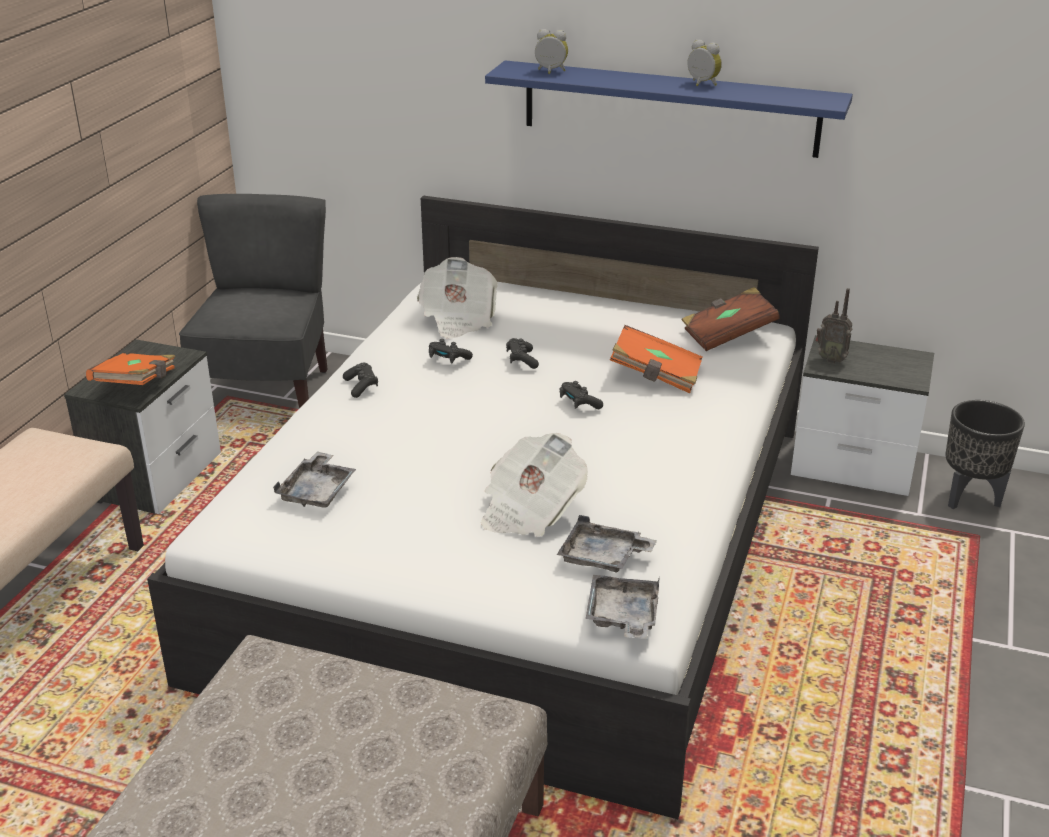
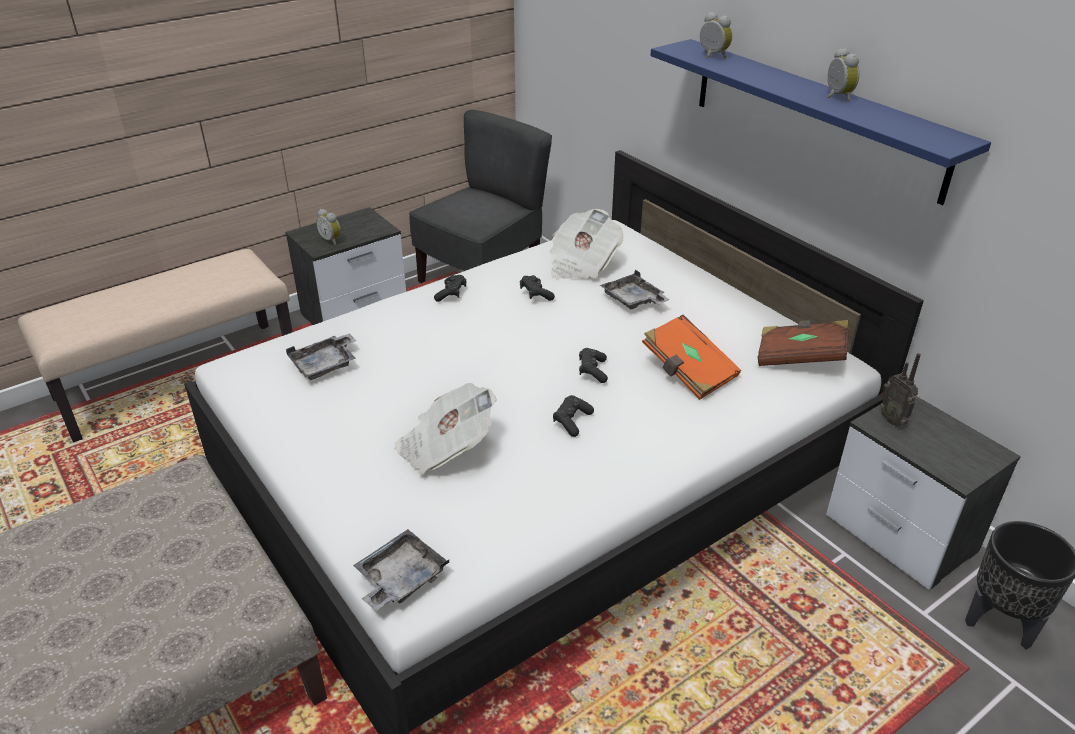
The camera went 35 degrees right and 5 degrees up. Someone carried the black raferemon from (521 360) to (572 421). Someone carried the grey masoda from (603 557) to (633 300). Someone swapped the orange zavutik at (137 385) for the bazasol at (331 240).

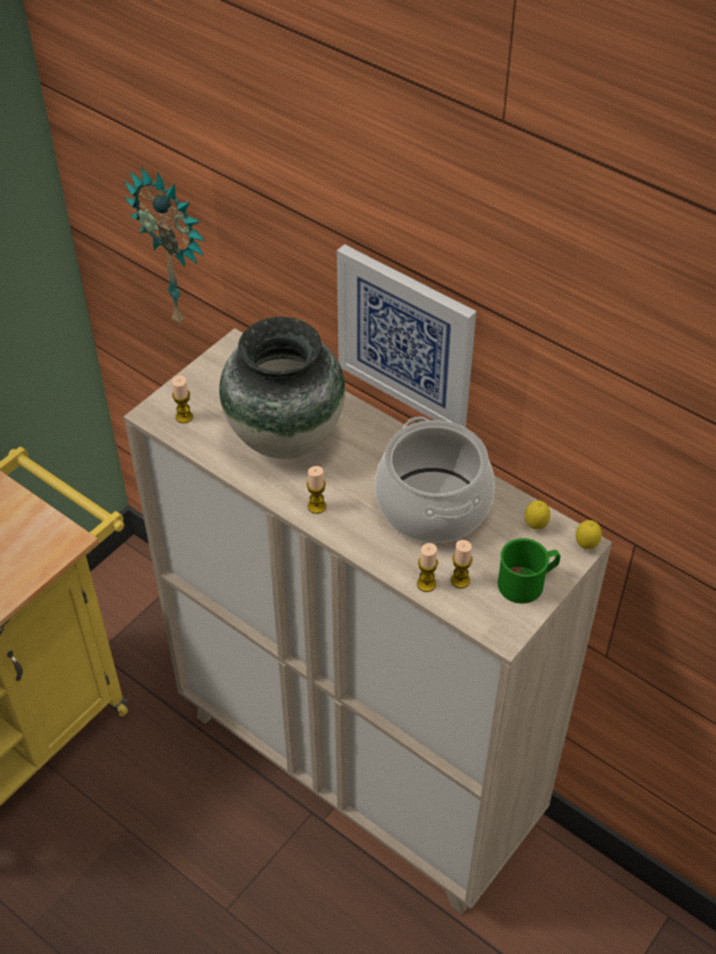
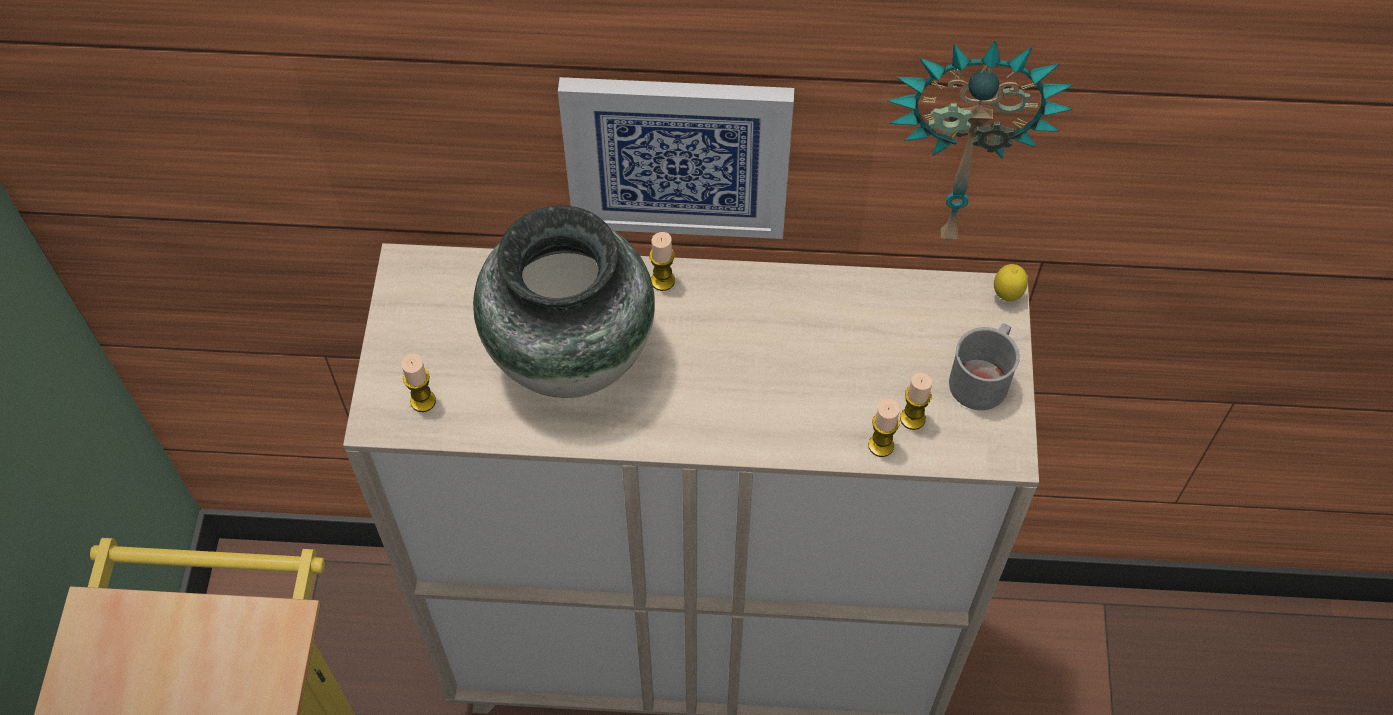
The camera went 35 degrees left and 10 degrees up. Someone took away the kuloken at (432 505). Someone took away the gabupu at (535 526). Someone carried the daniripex from (174 249) to (968 139). Someone carried the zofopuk from (316 506) to (662 280). Someone repainted the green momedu at (527 582), which became the grey momedu at (982 377).

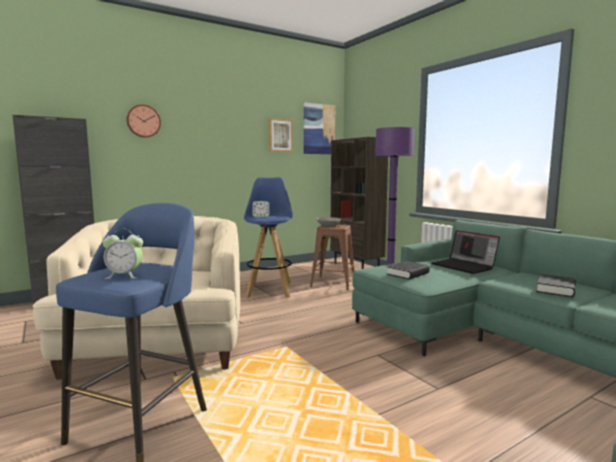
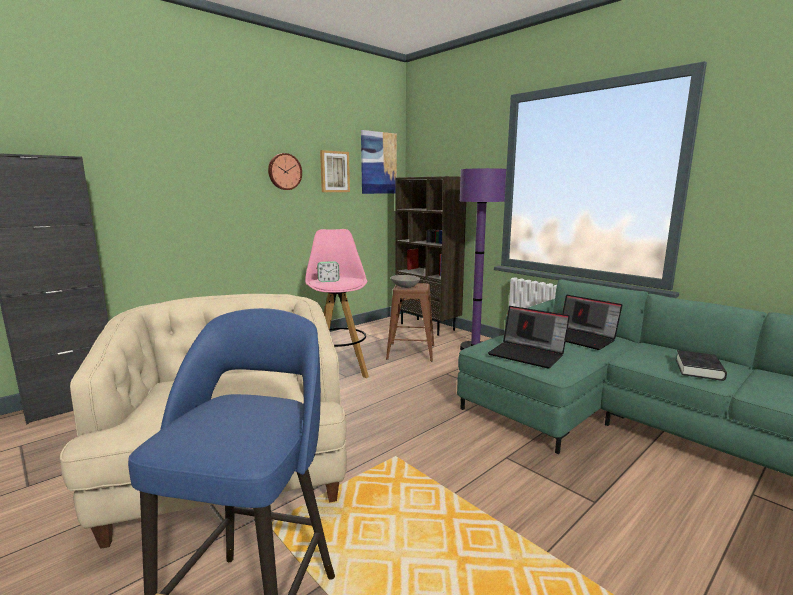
The camera went 10 degrees left and 5 degrees up. Someone took away the bazasol at (124 276). Someone carried the daniripex from (143 121) to (284 171). Someone swapped the black zavutik at (407 274) for the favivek at (528 354). Someone repainted the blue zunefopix at (269 289), which became the pink zunefopix at (339 367).

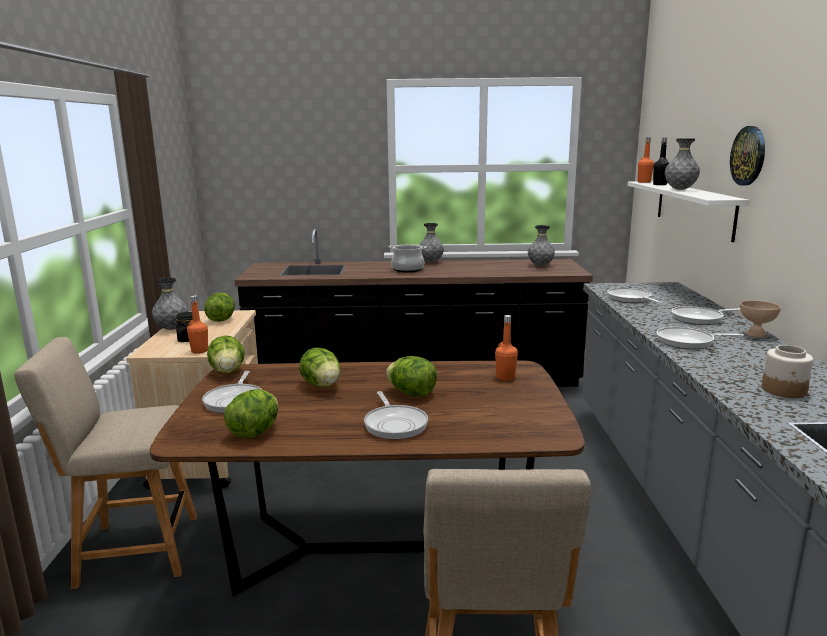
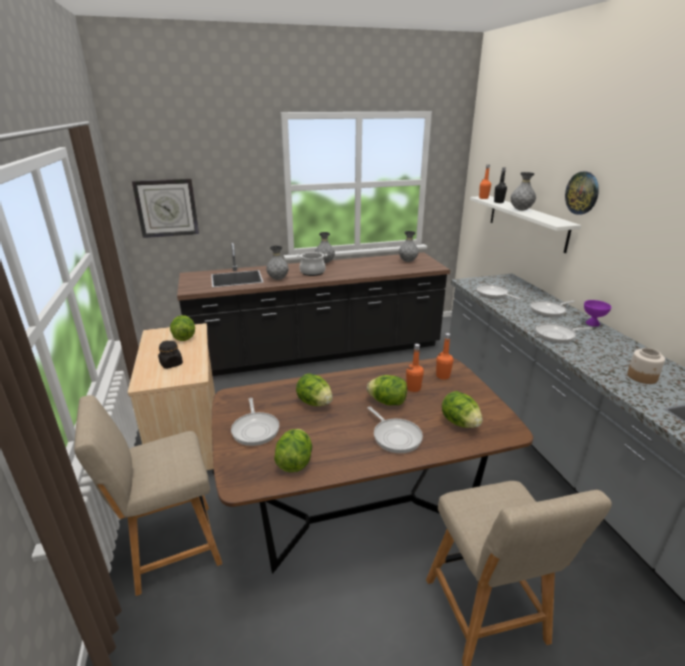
The camera went 15 degrees left and 10 degrees up. Someone put up the daniripex at (167 208). Someone carried the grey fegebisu from (172 329) to (278 279). Someone carried the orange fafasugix from (199 351) to (413 388). Someone carried the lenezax from (227 371) to (460 423). Someone repainted the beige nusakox at (755 335), which became the purple nusakox at (592 324).

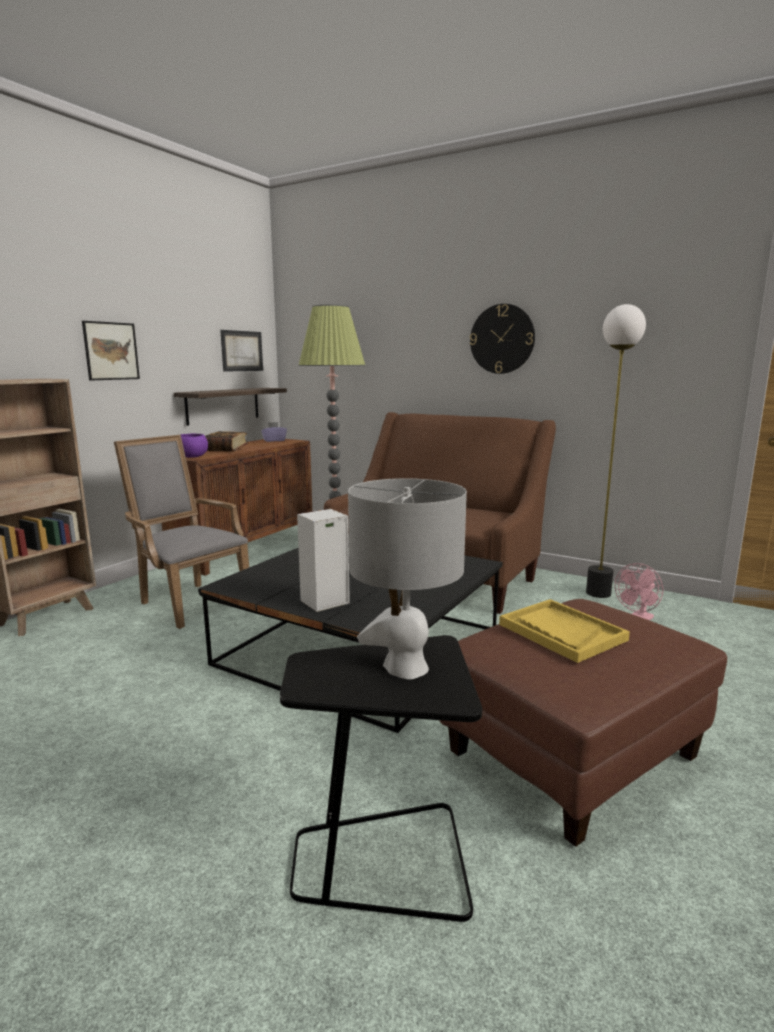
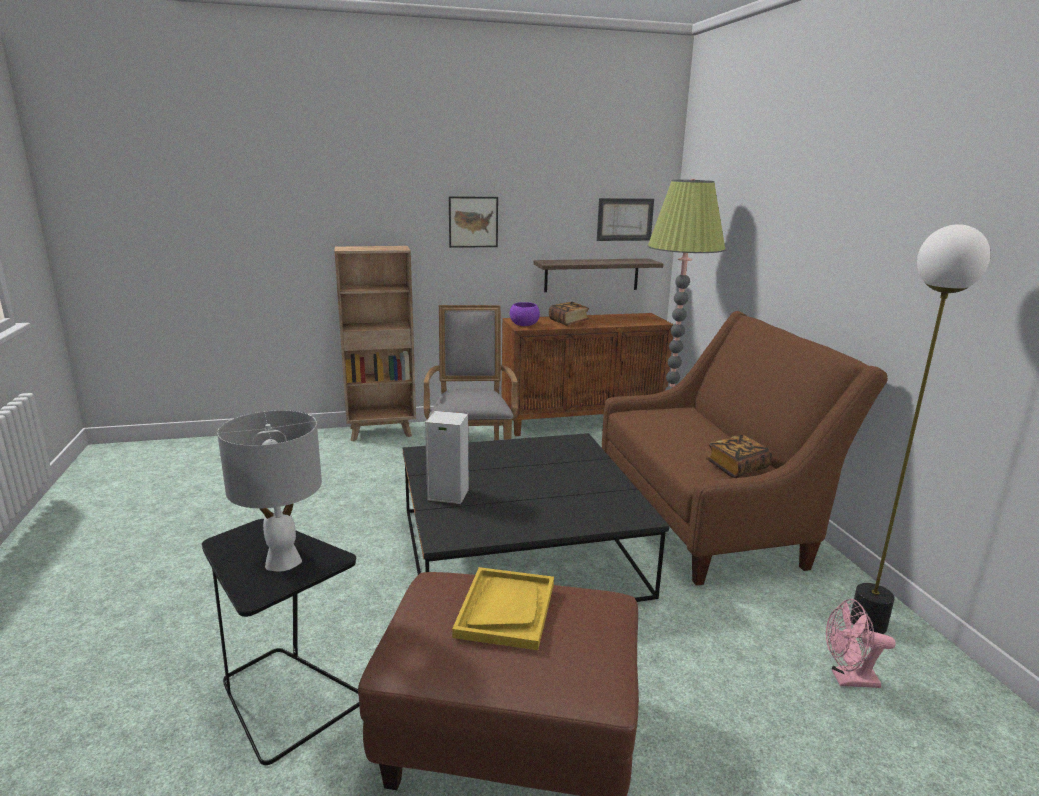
The camera went 45 degrees right and 5 degrees up. Someone took away the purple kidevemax at (274 440). Someone took away the daniripex at (502 339). Someone put down the zavutik at (737 467).

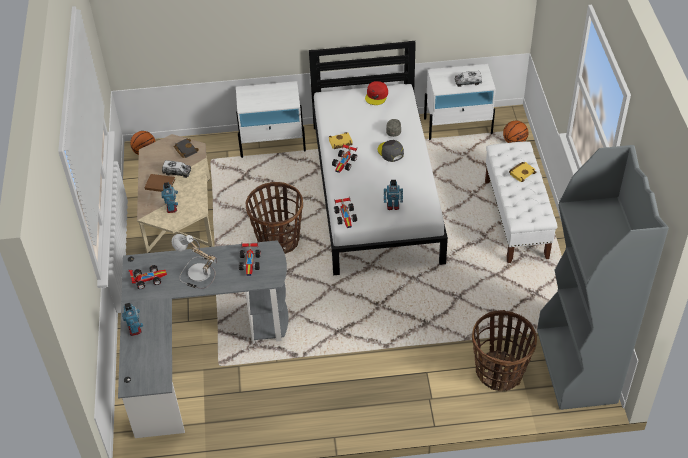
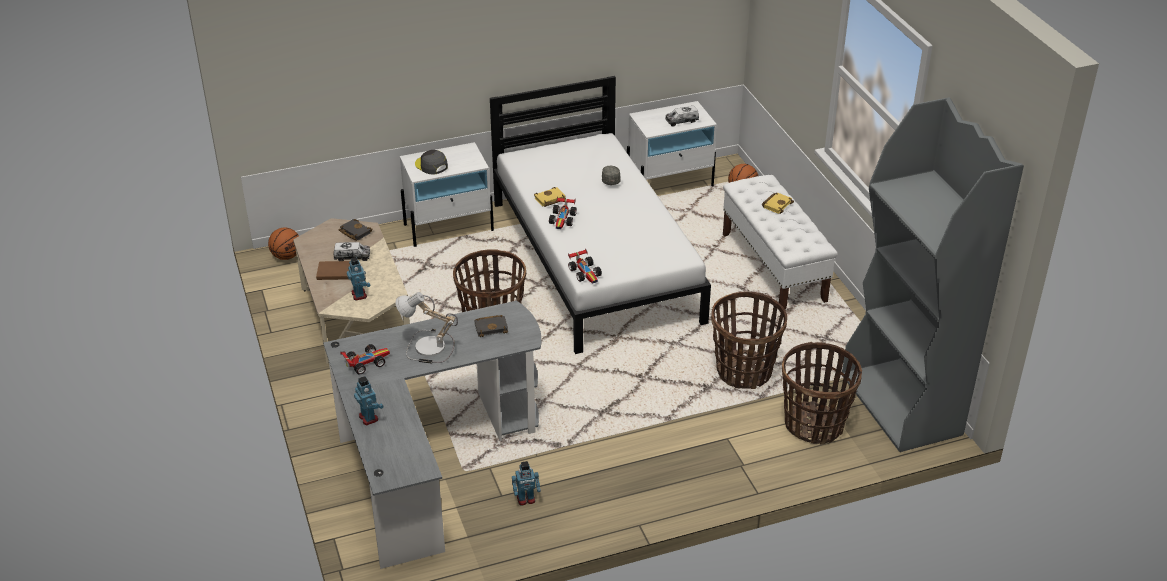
The camera went 15 degrees left and 10 degrees down. Someone took away the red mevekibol at (376 95). Someone put down the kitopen at (744 371). Someone carried the grey mevekibol from (390 152) to (431 165). Someone carried the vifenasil from (393 206) to (526 499). Someone swapped the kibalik at (250 262) for the black zavutik at (492 327).

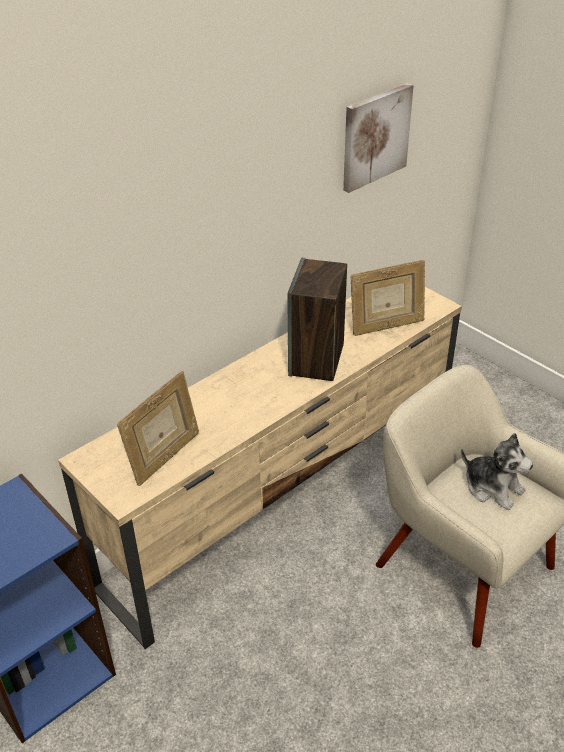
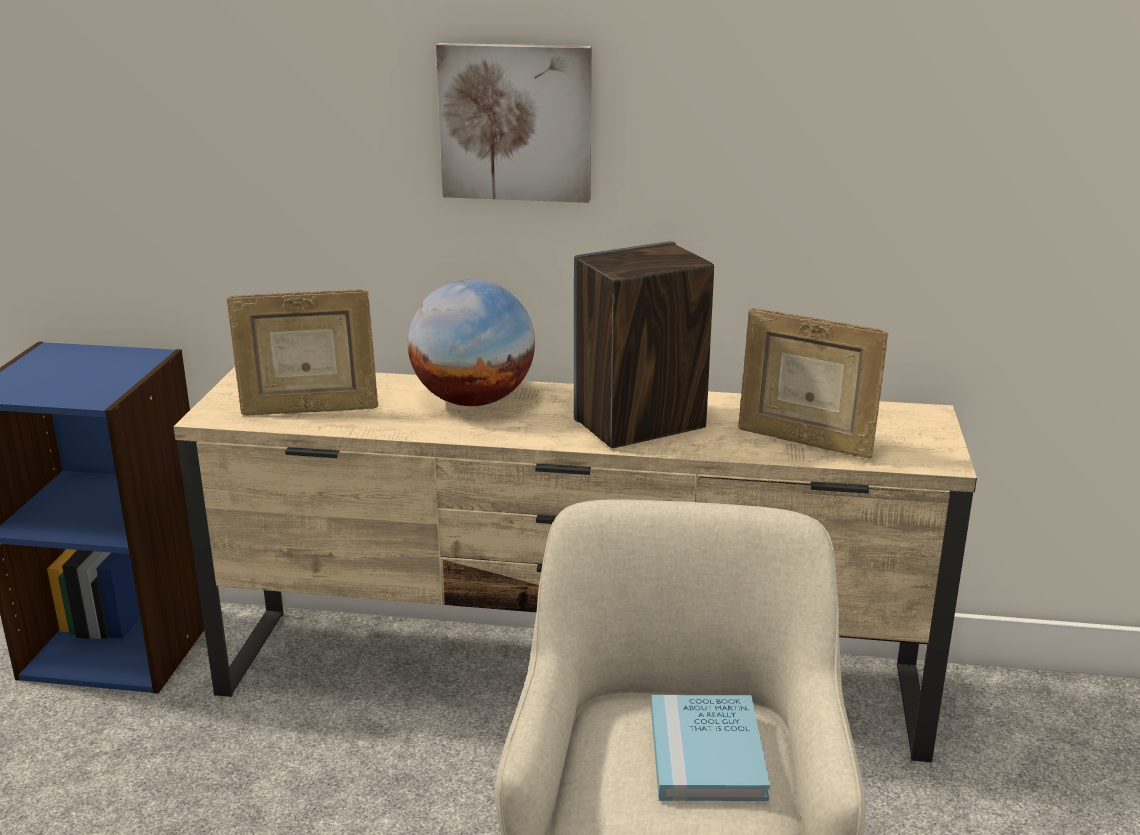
The camera went 50 degrees right and 15 degrees down. Someone put down the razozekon at (473 400). Someone carried the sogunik from (375 136) to (516 122). Someone swapped the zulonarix at (493 488) for the blue zavutik at (706 753).

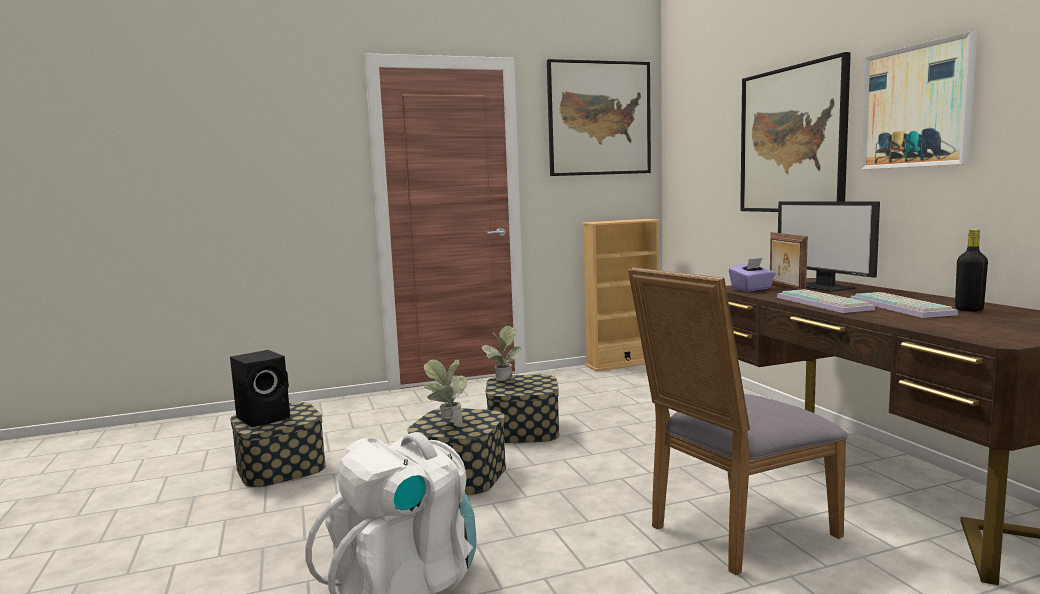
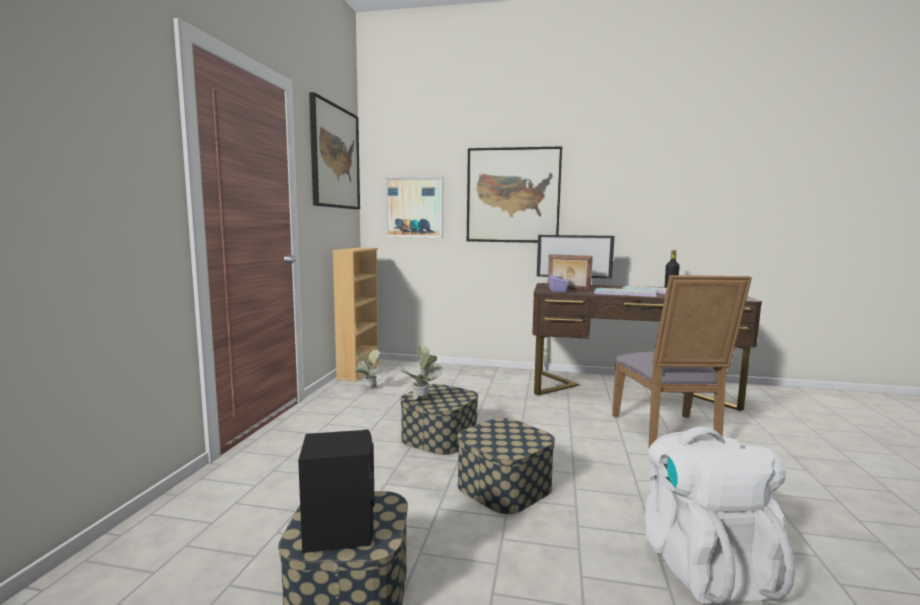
The camera went 60 degrees left and 0 degrees up. Someone carried the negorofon from (447 423) to (368 389). Someone carried the sogunik from (916 107) to (414 207).

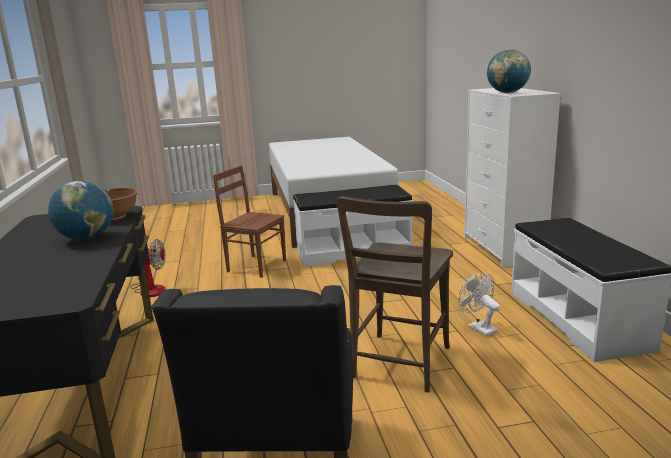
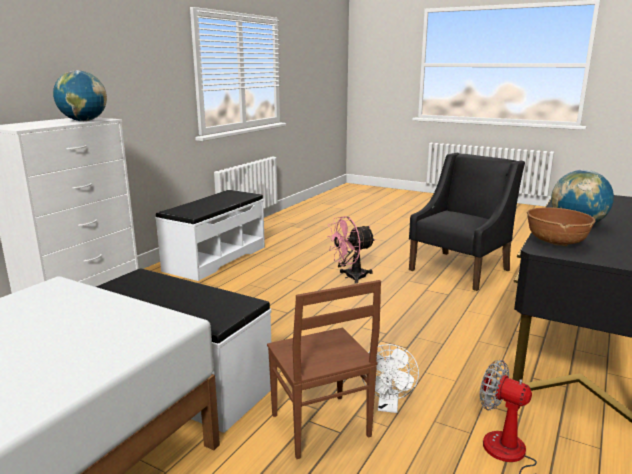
The camera went 140 degrees left and 0 degrees up. Someone carried the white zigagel from (478 328) to (388 406). Someone swapped the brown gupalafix at (399 365) for the pink zigagel at (350 277).

